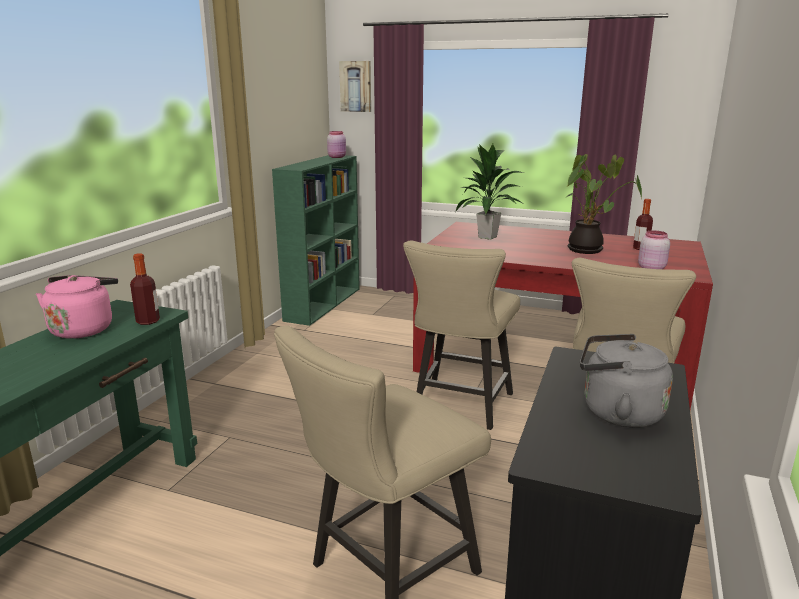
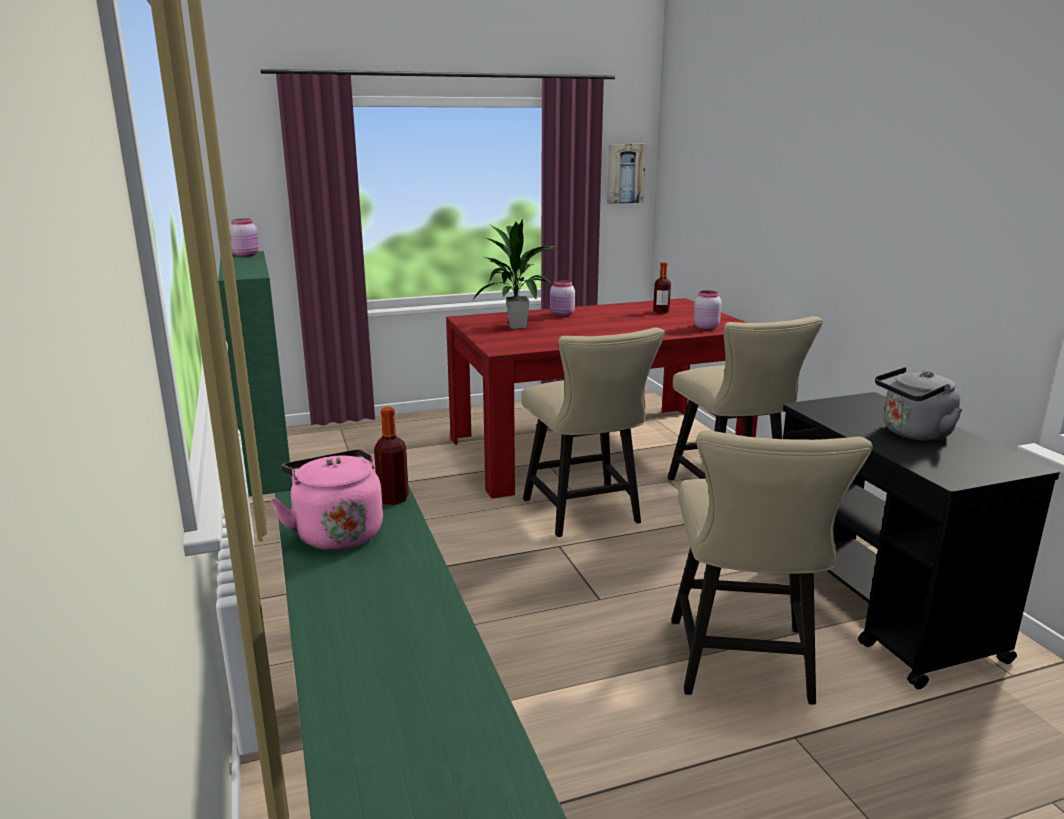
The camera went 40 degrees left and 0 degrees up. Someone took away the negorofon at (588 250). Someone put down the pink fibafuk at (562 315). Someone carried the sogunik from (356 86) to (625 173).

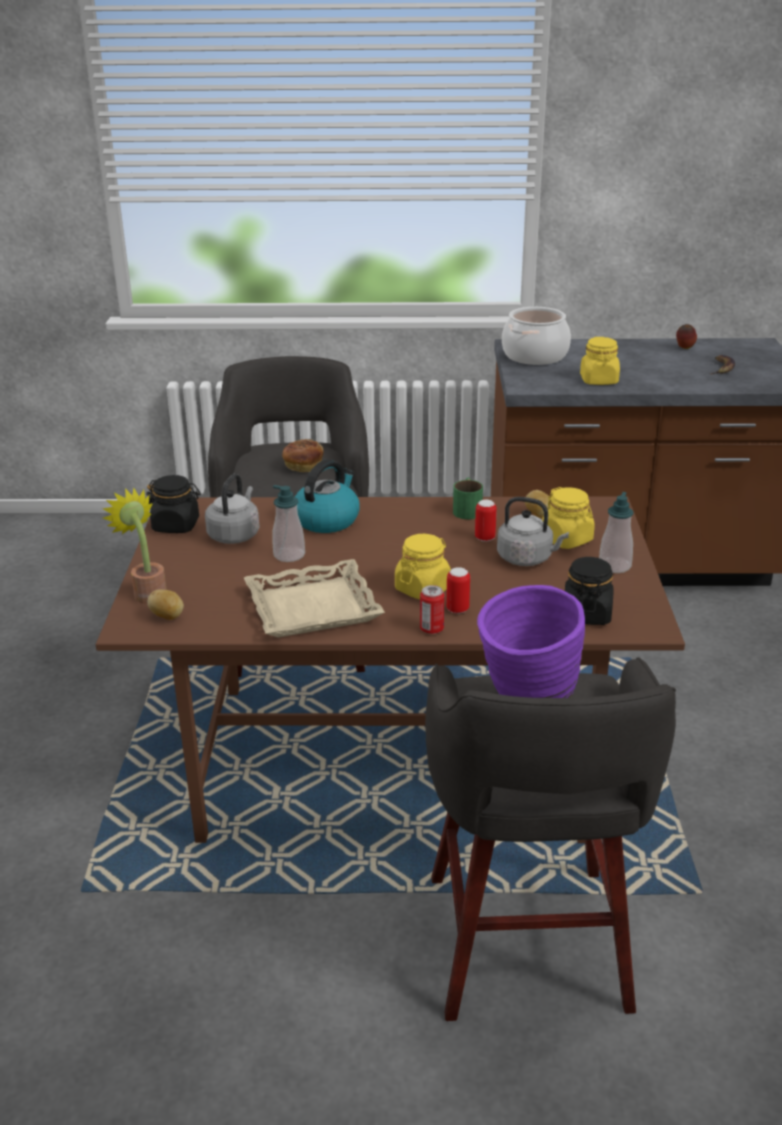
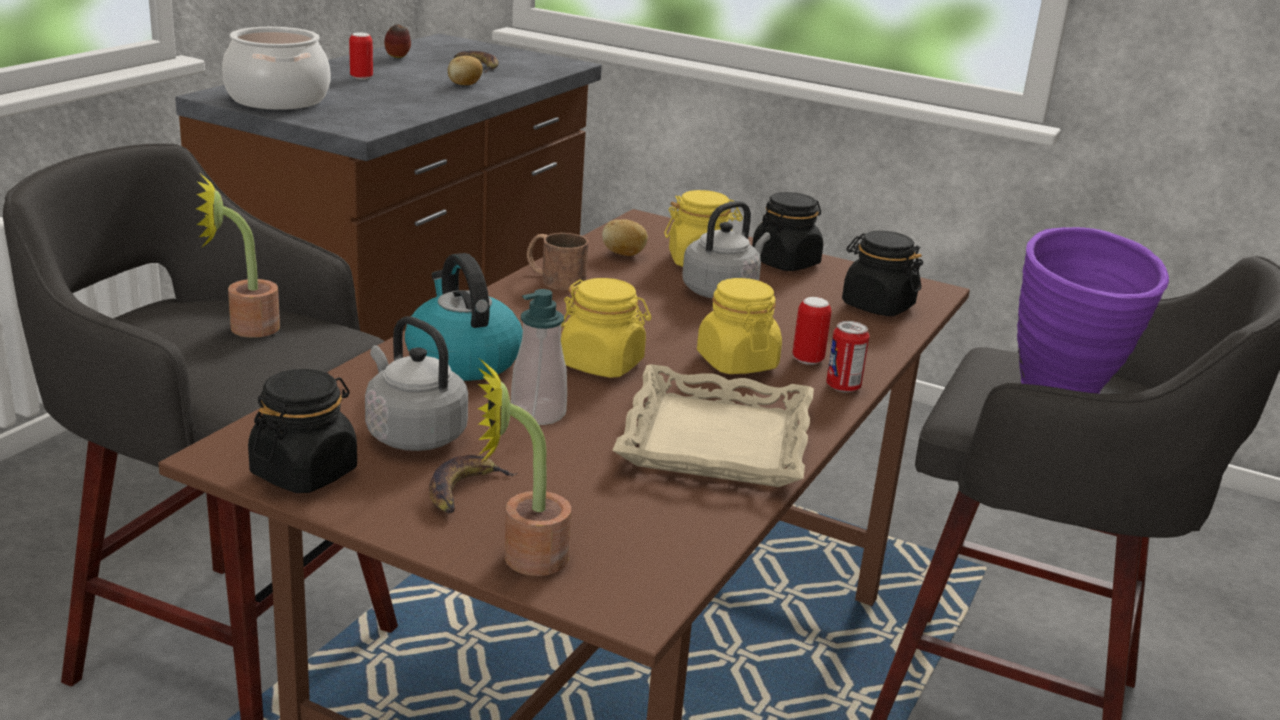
The camera went 65 degrees left and 5 degrees down. Someone put down the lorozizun at (464 491). Someone carried the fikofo from (168 617) to (464 85). Someone carried the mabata from (485 538) to (361 77). Someone carried the yellow fibafuk from (599 380) to (602 364). Someone swapped the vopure at (303 466) for the negorofon at (244 328). Someone swapped the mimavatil at (614 566) for the black fibafuk at (785 262). Someone repainted the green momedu at (467 509), which became the brown momedu at (554 279).

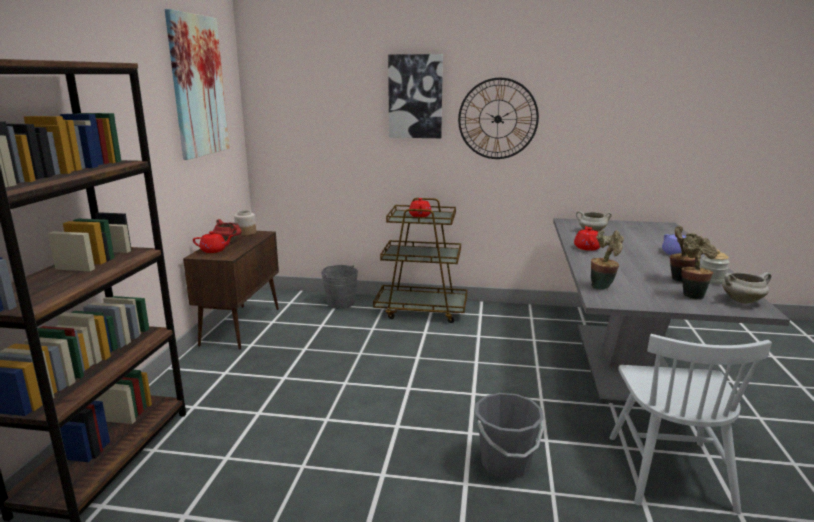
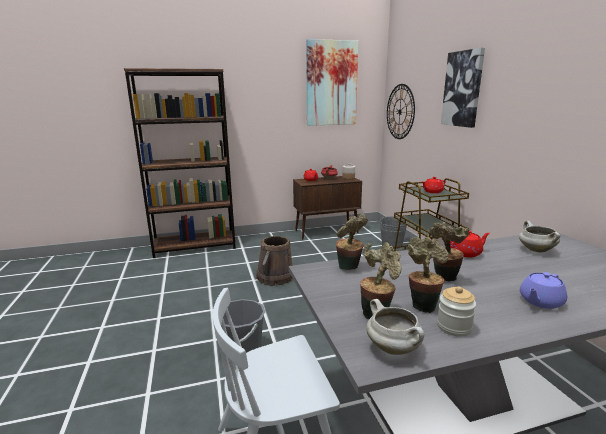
The camera went 65 degrees right and 0 degrees up. Someone put down the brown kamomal at (275 277). Someone put down the negorofon at (444 278). Someone carried the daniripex from (498 119) to (400 112).

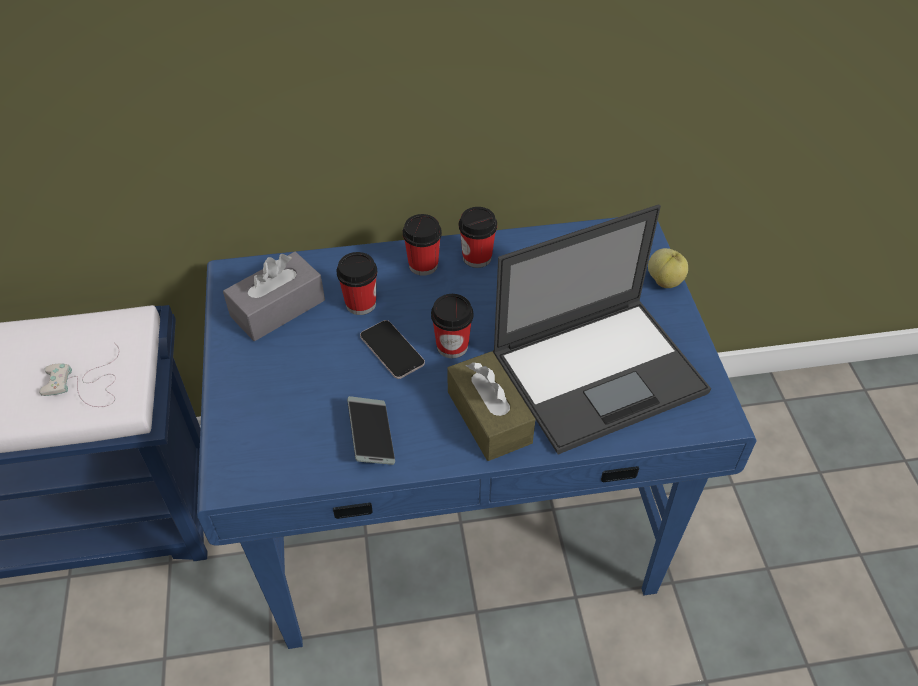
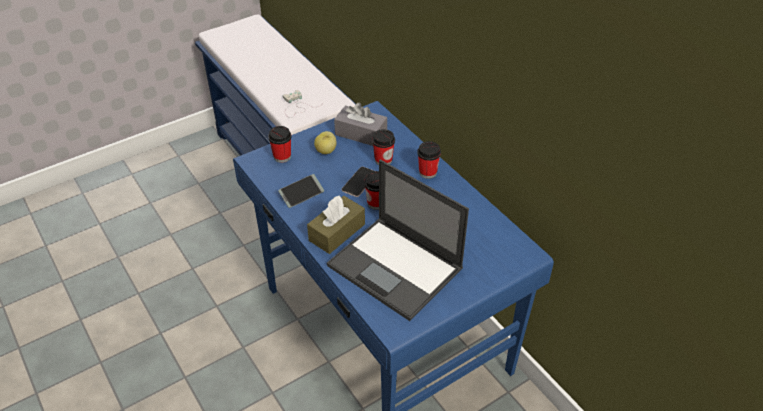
The camera went 65 degrees right and 5 degrees down. Someone carried the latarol from (477 257) to (282 157). Someone carried the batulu from (665 281) to (326 151).

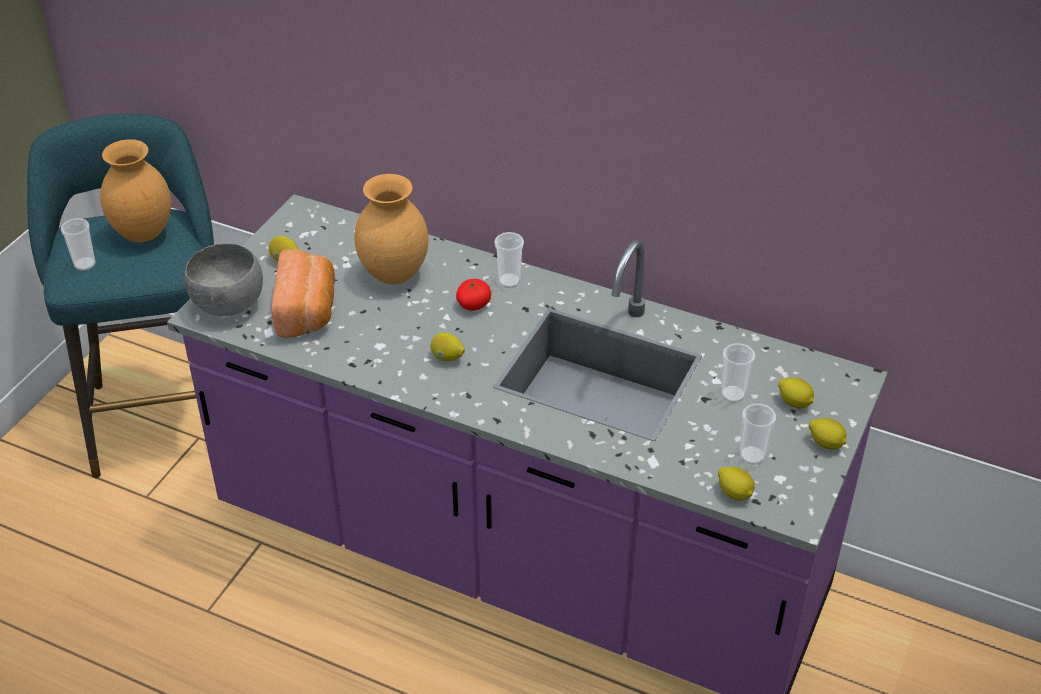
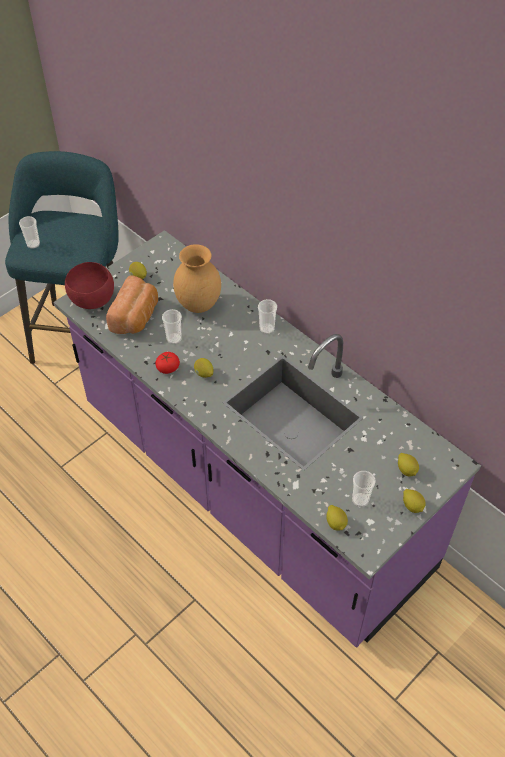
The camera went 20 degrees right and 10 degrees up. Someone took away the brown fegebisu at (143 233). Someone carried the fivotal from (473 304) to (168 368). Someone carried the latarol from (733 394) to (174 339). Someone repainted the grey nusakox at (228 306), which became the red nusakox at (92 301).

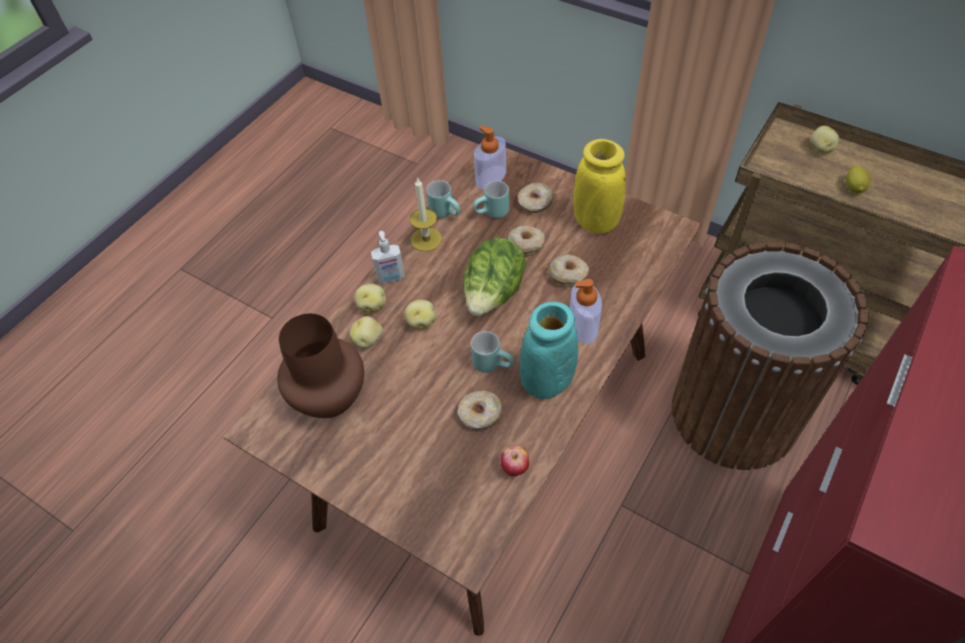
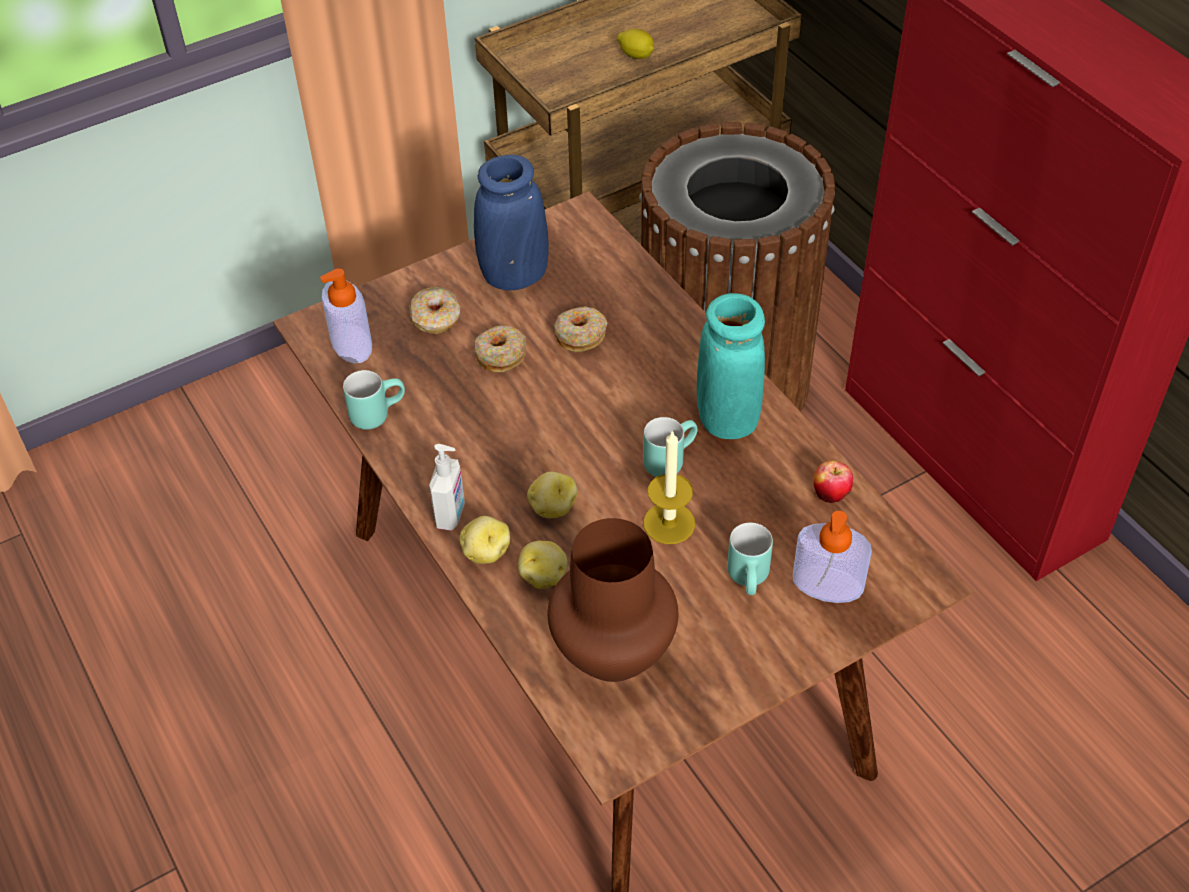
The camera went 65 degrees left and 5 degrees down. Someone took away the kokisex at (480 414). Someone took away the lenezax at (493 295). Someone took away the fikofo at (820 149). Someone carried the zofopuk from (426 239) to (669 523). Someone carried the turquoise momedu from (492 214) to (751 580). Someone carried the mimavatil from (583 326) to (827 584). Someone repainted the yellow fegebisu at (595 221), which became the blue fegebisu at (514 276).

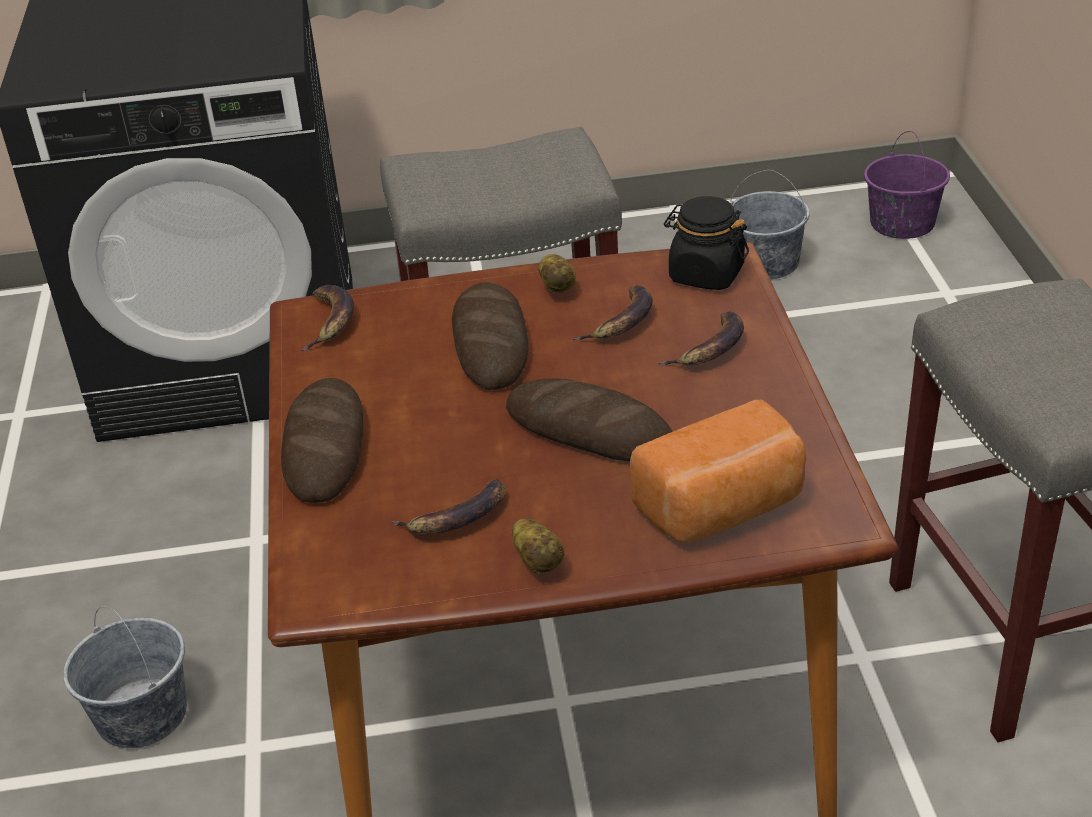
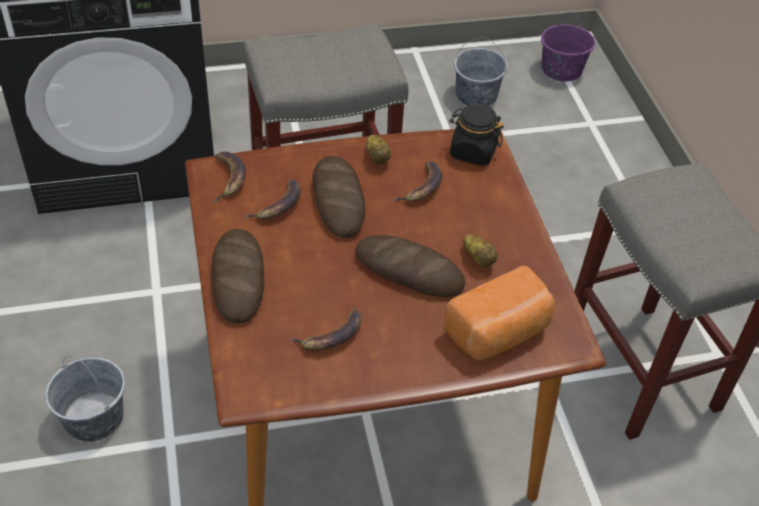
The camera went 10 degrees left and 10 degrees up. Someone carried the fikofo from (539 561) to (478 258). Someone carried the lorozizun from (710 349) to (278 205).

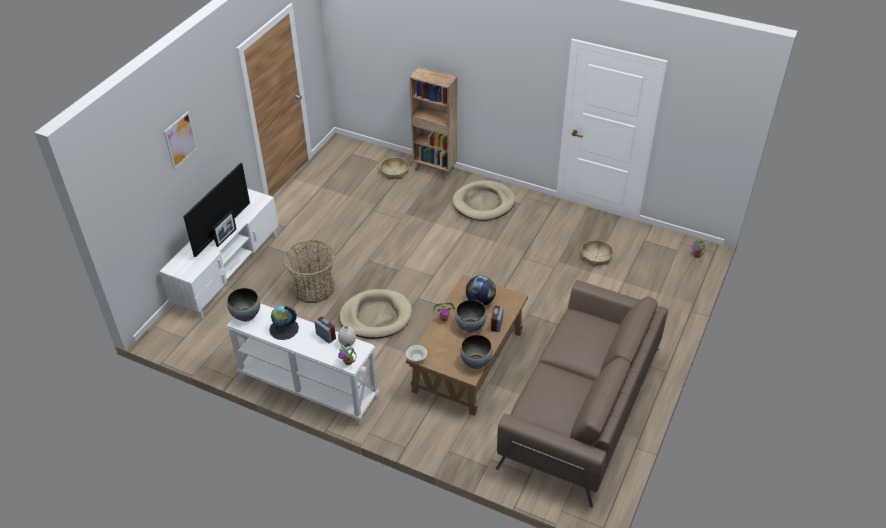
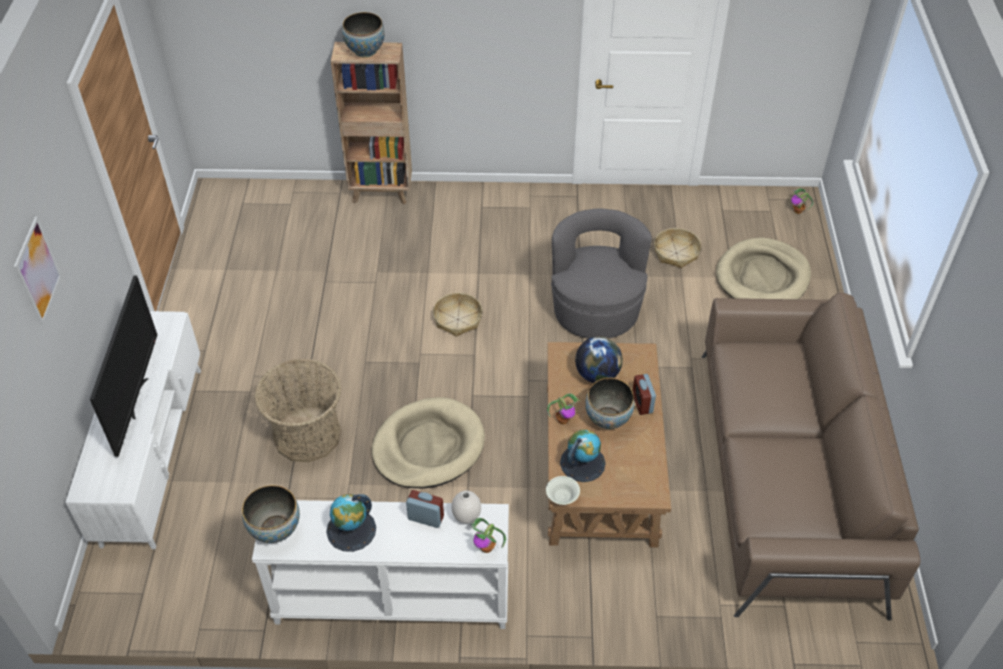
The camera went 25 degrees left and 5 degrees up. Someone took away the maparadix at (226 237). Someone put down the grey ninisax at (596 310). Someone put down the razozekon at (582 463). Someone carried the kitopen from (395 172) to (458 319). Someone carried the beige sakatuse from (484 203) to (762 277). Someone carried the nusakox from (476 362) to (365 51).

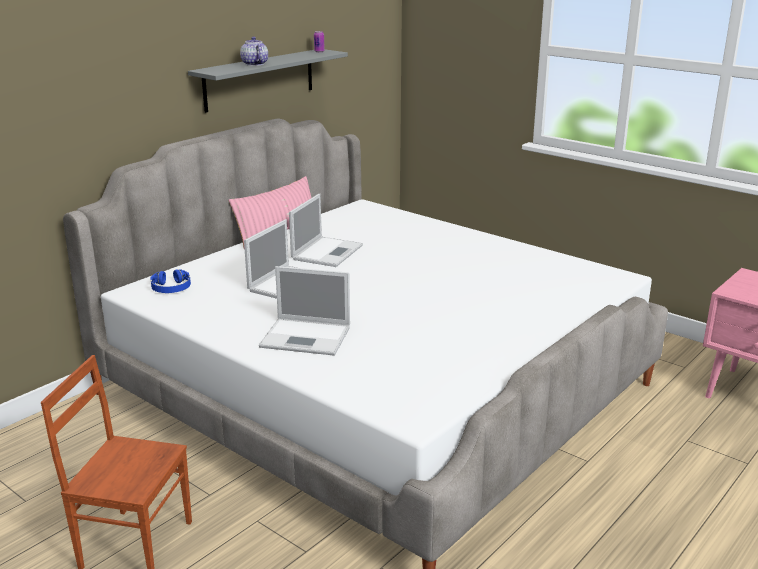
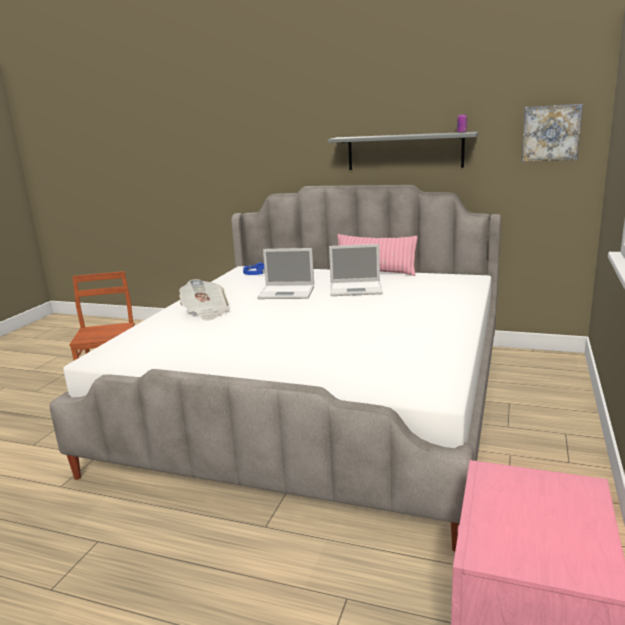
The camera went 70 degrees right and 5 degrees down. Someone took away the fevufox at (254 64). Someone put up the sogunik at (550 133). Someone swapped the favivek at (307 337) for the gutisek at (206 312).

